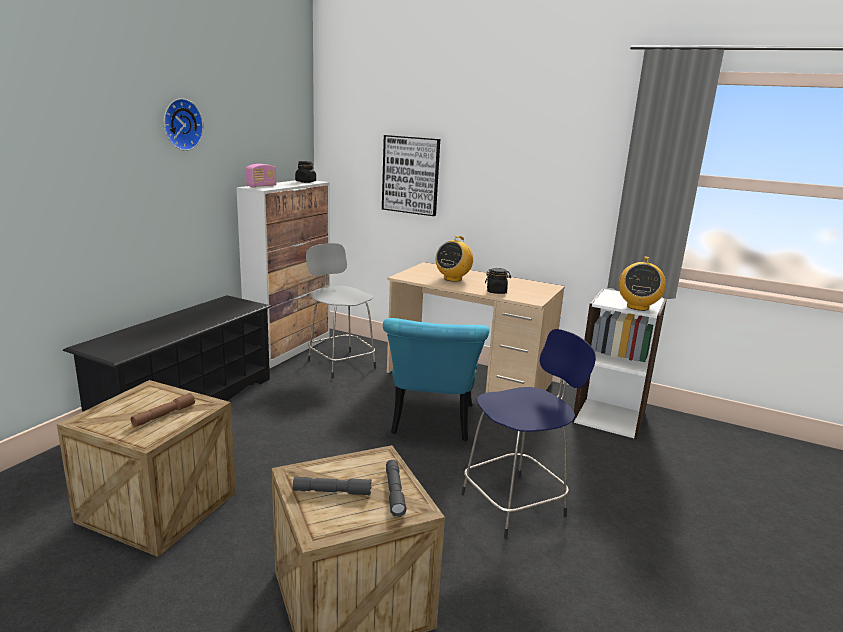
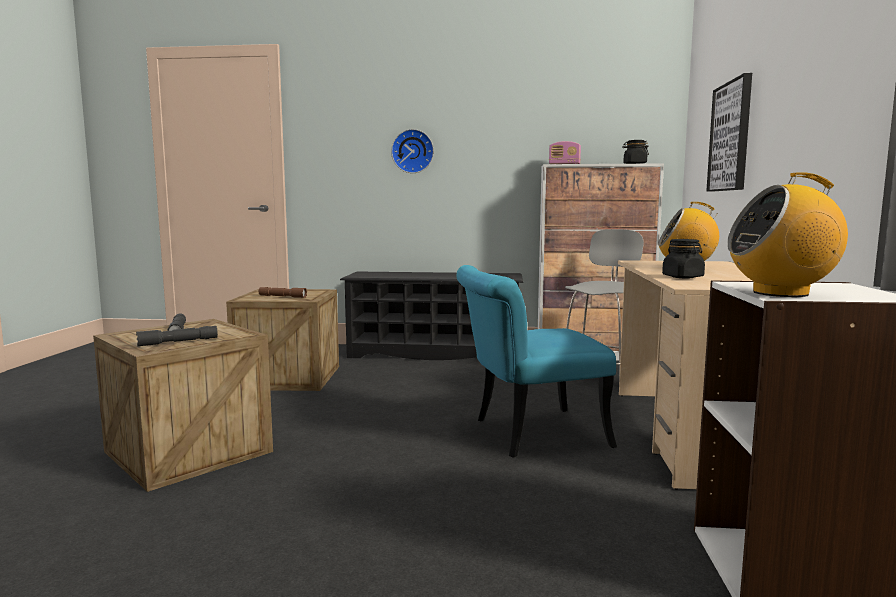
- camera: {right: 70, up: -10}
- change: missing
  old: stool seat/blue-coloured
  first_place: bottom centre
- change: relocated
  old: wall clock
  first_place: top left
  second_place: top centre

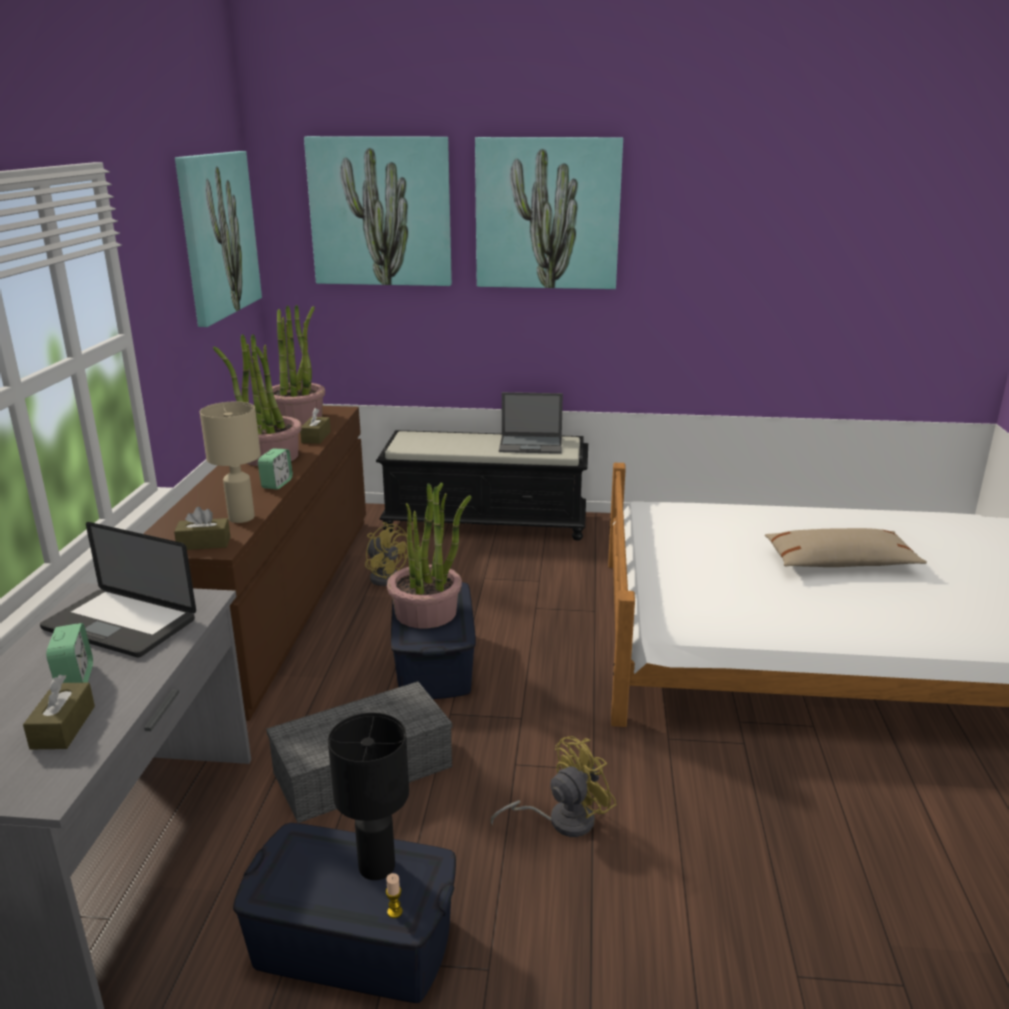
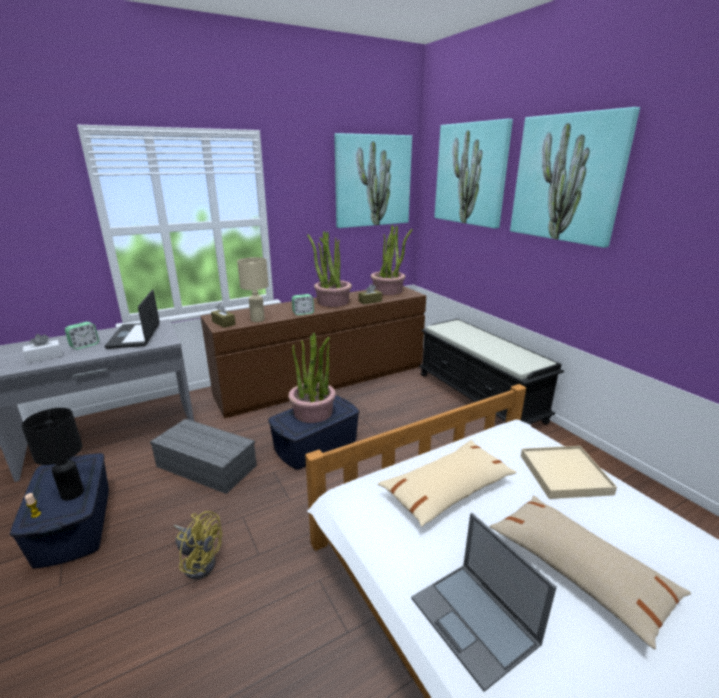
- camera: {right: 55, up: 0}
- change: missing
  old: cooling fan/yellow (no. 1 from left)
  first_place: centre
- change: appeared
  new: pillow/beige-coloured (no. 1 from left)
  second_place: bottom centre
- change: appeared
  new: carrying tray/beige-coloured
  second_place: bottom right
- change: relocated
  old: notebook computer (no. 2 from left)
  first_place: centre
  second_place: bottom right
- change: colour
  old: tissue holder/brownish (no. 1 from left)
  new: tissue holder/whitish
  first_place: bottom left
  second_place: middle left

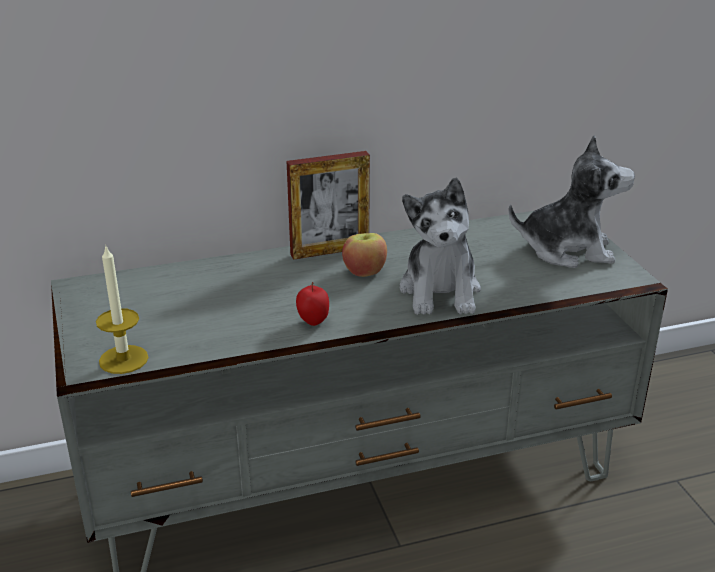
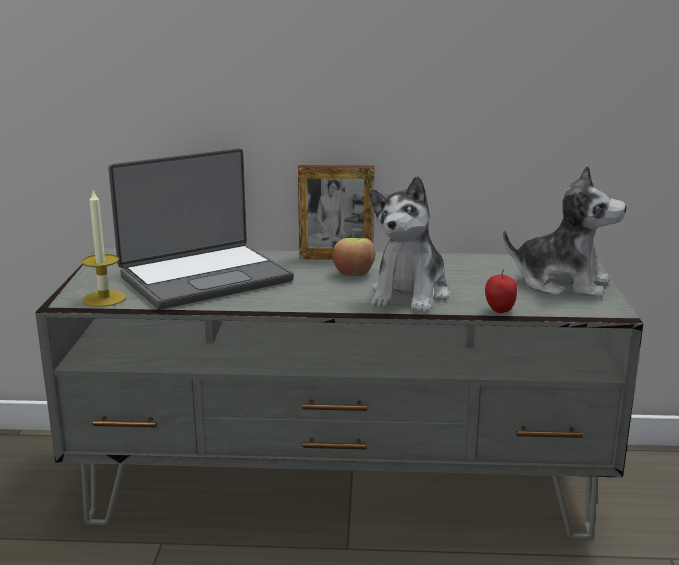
- camera: {right: 20, up: -10}
- change: appeared
  new: notebook computer
  second_place: middle left
- change: relocated
  old: apple (no. 1 from left in the first image)
  new: apple (no. 2 from left)
  first_place: centre
  second_place: middle right

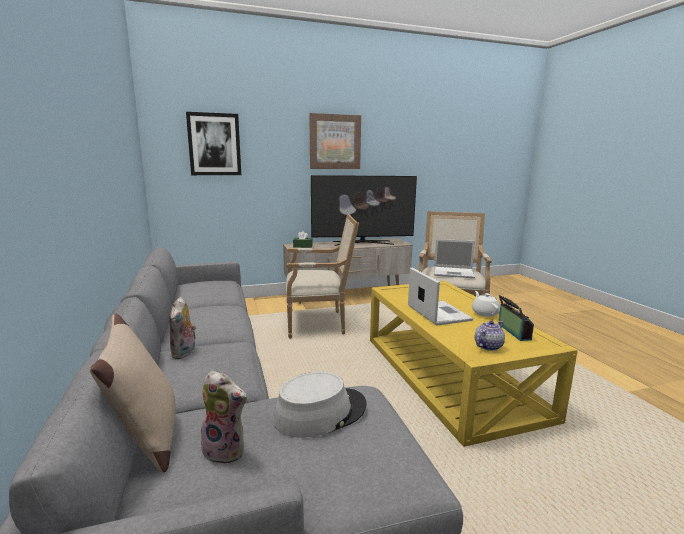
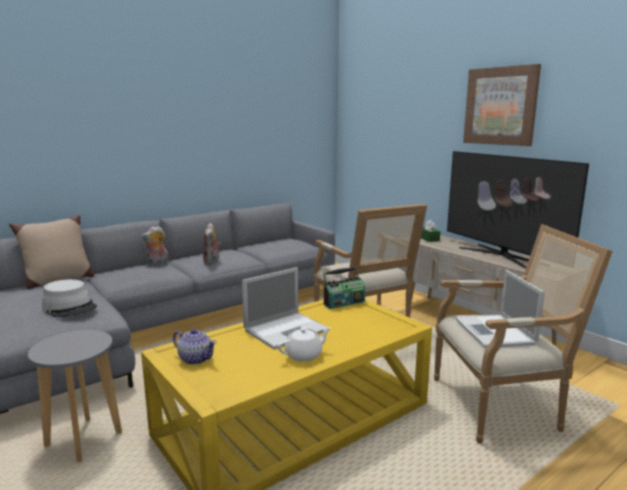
- camera: {right: 70, up: 0}
- change: missing
  old: wall picture (no. 1 from left)
  first_place: top left
- change: appeared
  new: stool seat/gray
  second_place: bottom left
- change: relocated
  old: cuddly toy (no. 2 from left)
  first_place: bottom left
  second_place: centre
- change: relocated
  old: radio set
  first_place: middle right
  second_place: centre

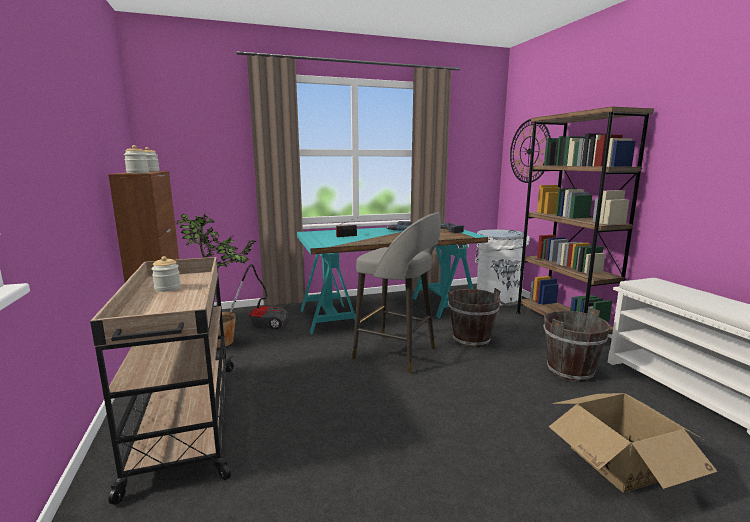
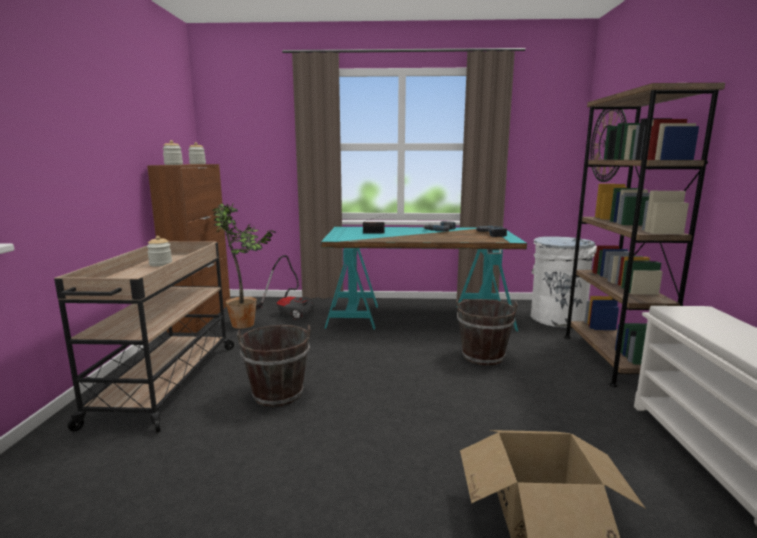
- camera: {right: 20, up: 0}
- change: missing
  old: stool seat/gray
  first_place: centre
- change: relocated
  old: pail/brownish (no. 2 from left in the first image)
  new: pail/brownish (no. 1 from left)
  first_place: middle right
  second_place: bottom centre

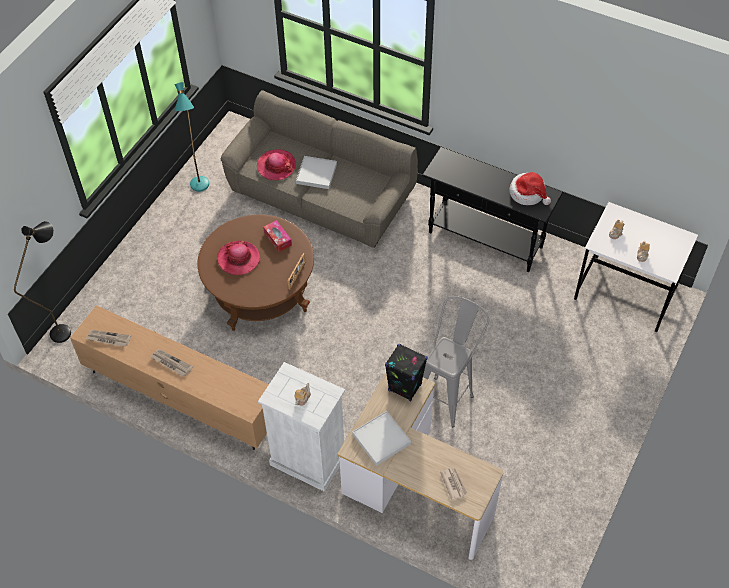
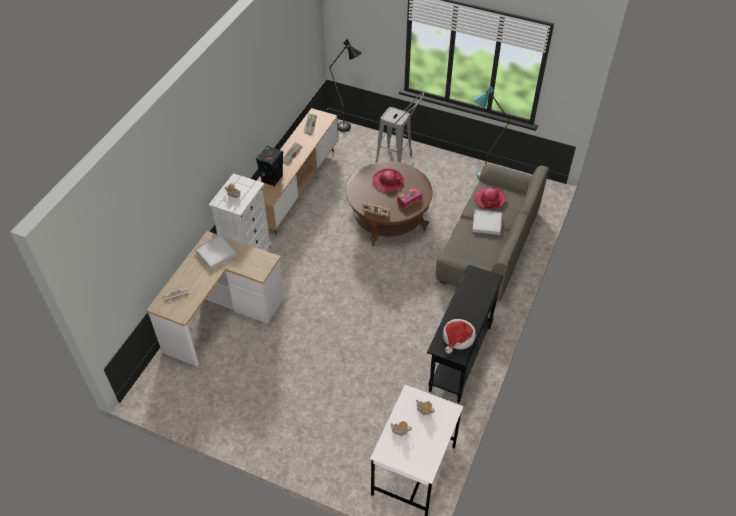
- camera: {right: 85, up: -5}
- change: relocated
  old: loudspeaker/black-coloured
  first_place: centre
  second_place: top centre
- change: relocated
  old: stool seat/gray
  first_place: centre
  second_place: top centre

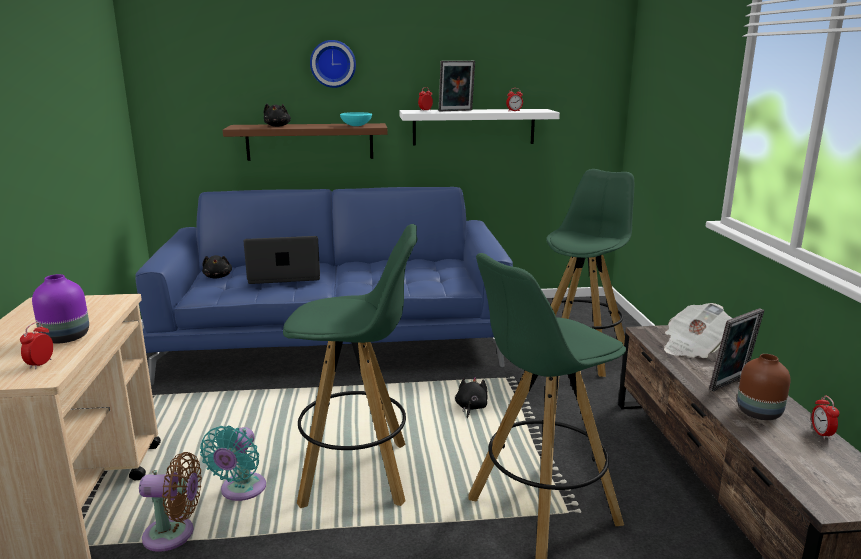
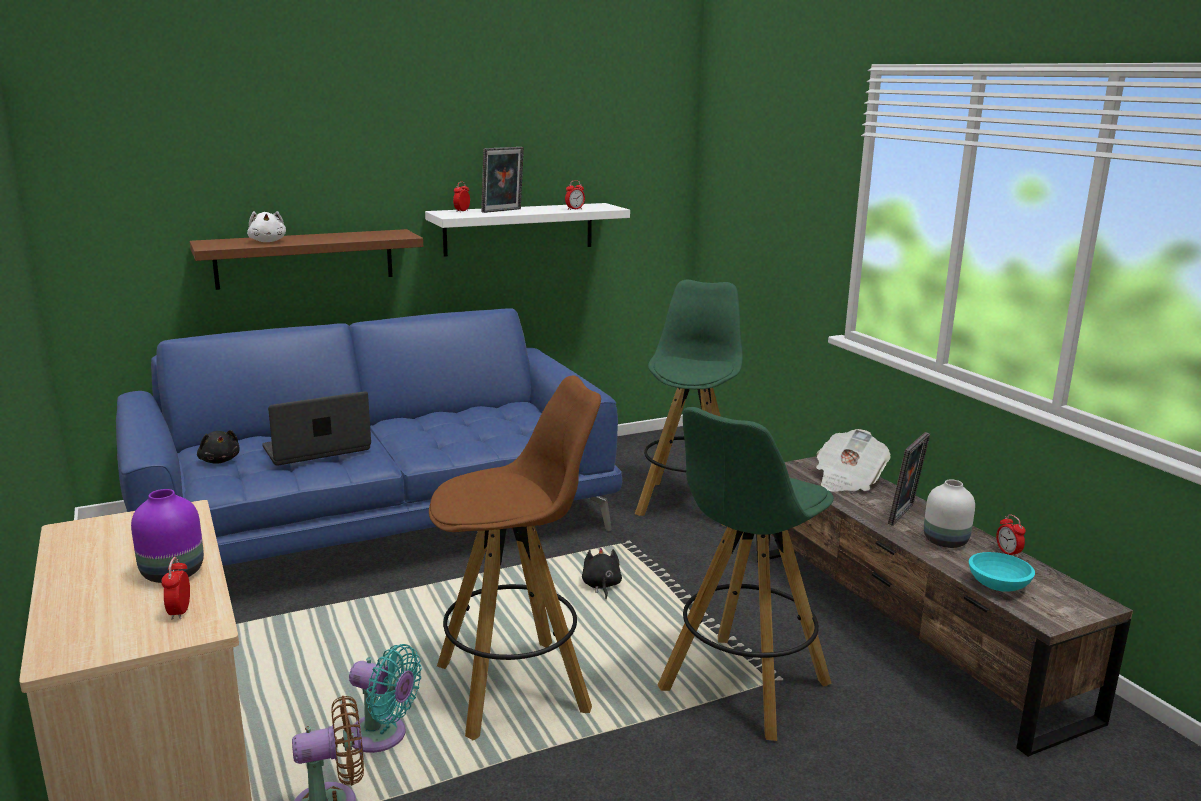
- camera: {right: -20, up: 0}
- change: missing
  old: wall clock
  first_place: top centre
- change: relocated
  old: serving bowl/turquoise
  first_place: top centre
  second_place: bottom right
- change: colour
  old: cuddly toy/black-coloured (no. 2 from left)
  new: cuddly toy/whitish
  first_place: top left
  second_place: top left
- change: colour
  old: stool seat/green-coloured (no. 1 from left)
  new: stool seat/brownish
  first_place: centre
  second_place: bottom centre
- change: colour
  old: decorative vase/brownish
  new: decorative vase/whitish
  first_place: bottom right
  second_place: middle right
- change: spun
  old: cooling fan/turquoise
  first_place: bottom left
  second_place: bottom left
  degrees: -60

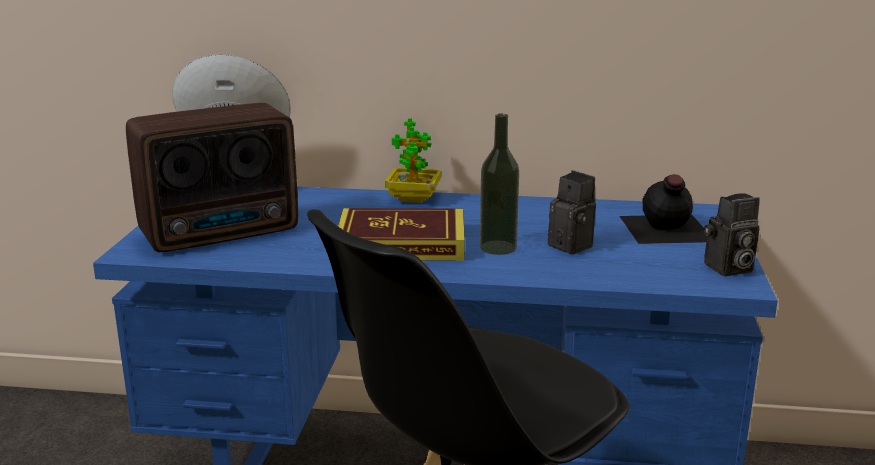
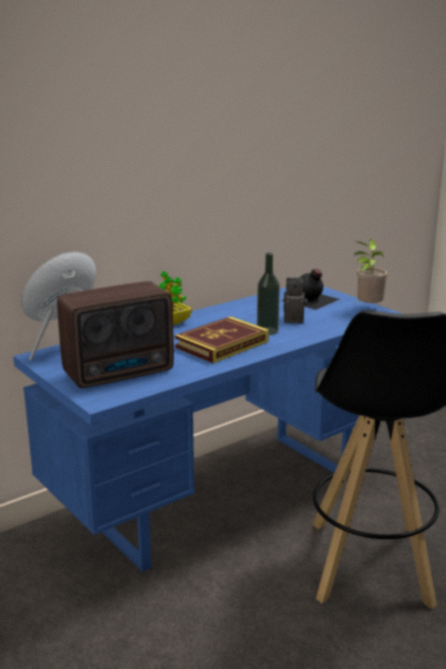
- camera: {right: -45, up: 0}
- change: exchanged
  old: still camera (no. 2 from left)
  new: plant in a pot (no. 2 from left)
  first_place: middle right
  second_place: middle right
- change: spun
  old: radio set
  first_place: middle left
  second_place: middle left
  degrees: 45

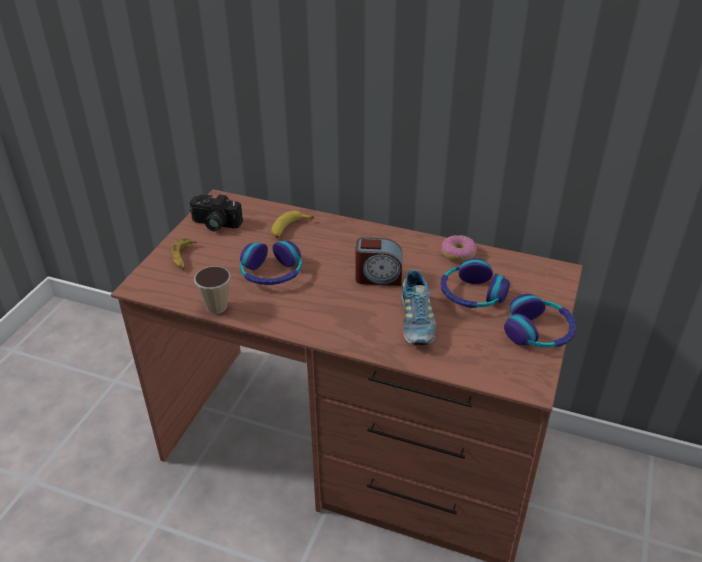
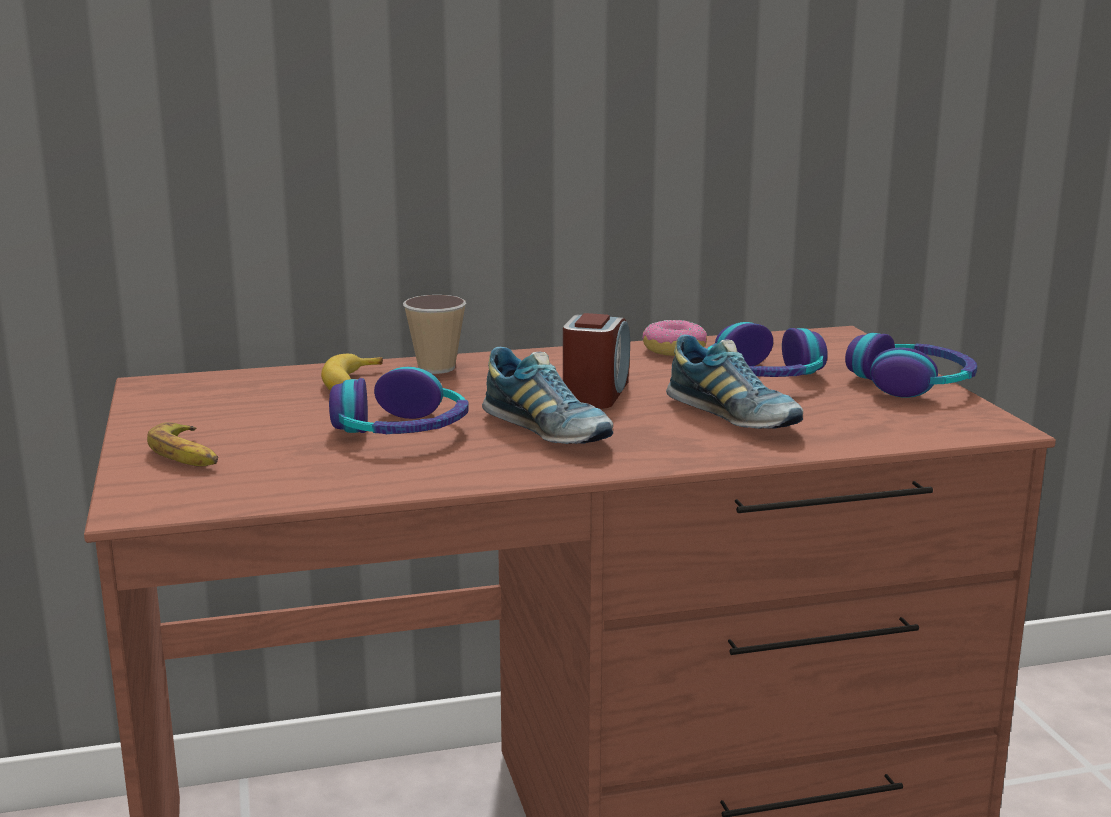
- camera: {right: -35, up: -20}
- change: missing
  old: still camera
  first_place: middle left
- change: appeared
  new: shoe (no. 1 from left)
  second_place: centre
- change: relocated
  old: small cup
  first_place: middle left
  second_place: centre
- change: spun
  old: table clock
  first_place: centre
  second_place: centre
  degrees: -45

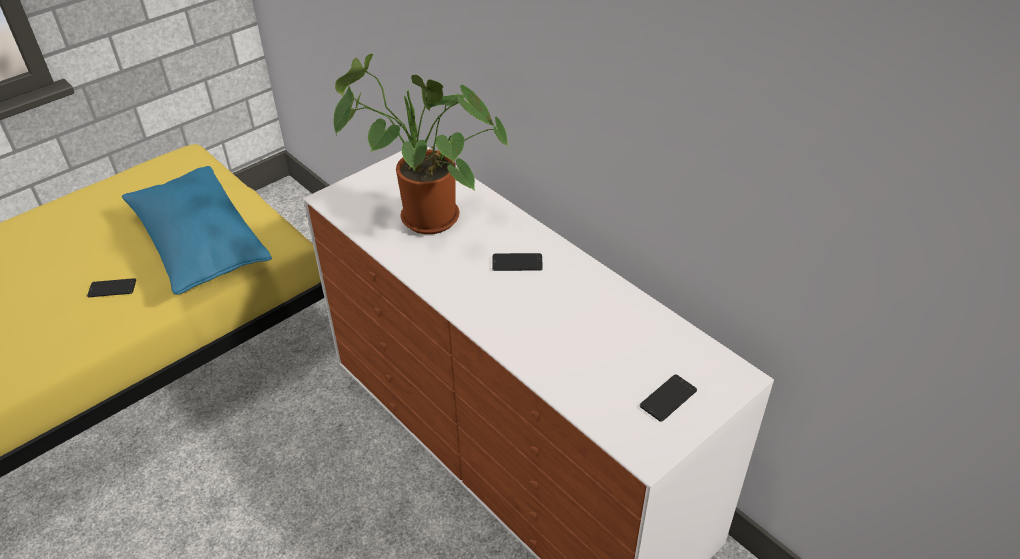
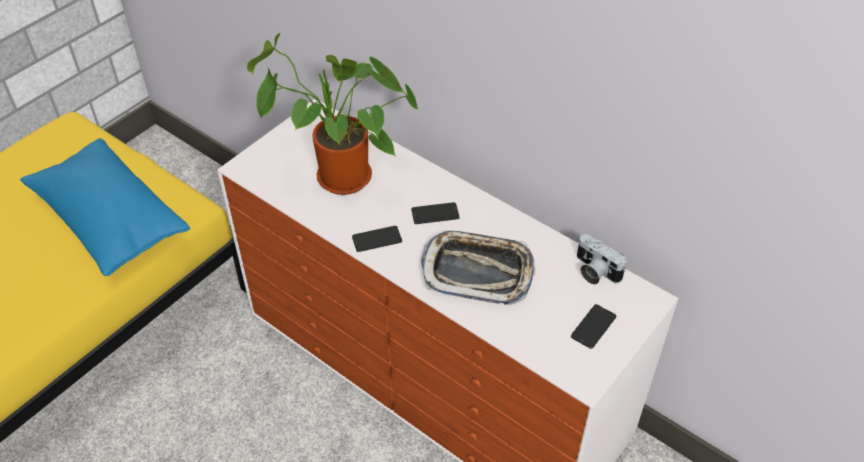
- camera: {right: -10, up: 5}
- change: appeared
  new: carrying tray
  second_place: centre
- change: appeared
  new: still camera
  second_place: middle right
- change: relocated
  old: phone (no. 1 from left)
  first_place: middle left
  second_place: centre

